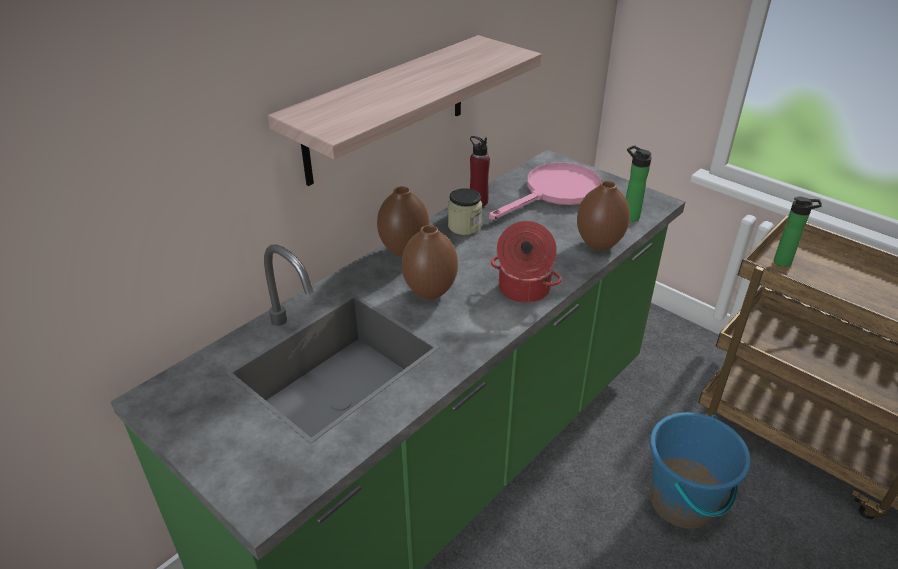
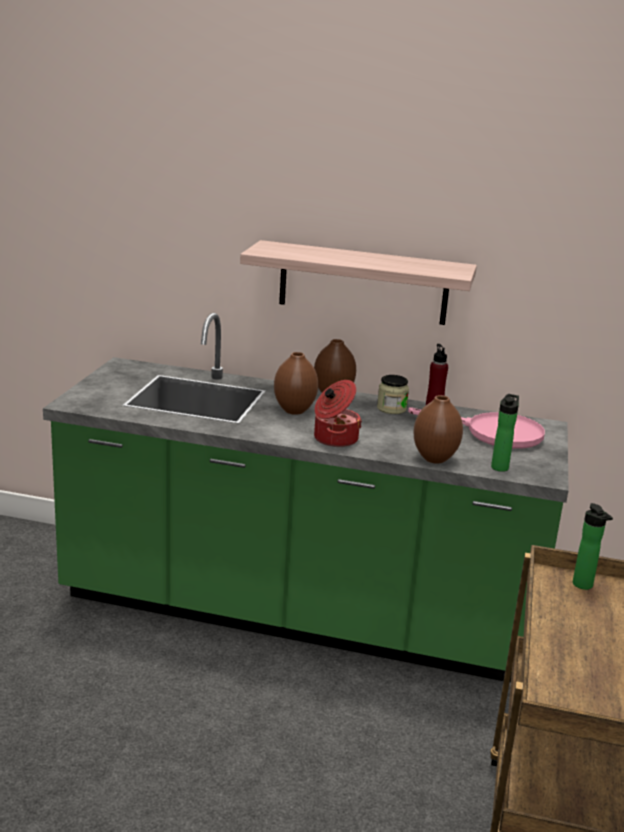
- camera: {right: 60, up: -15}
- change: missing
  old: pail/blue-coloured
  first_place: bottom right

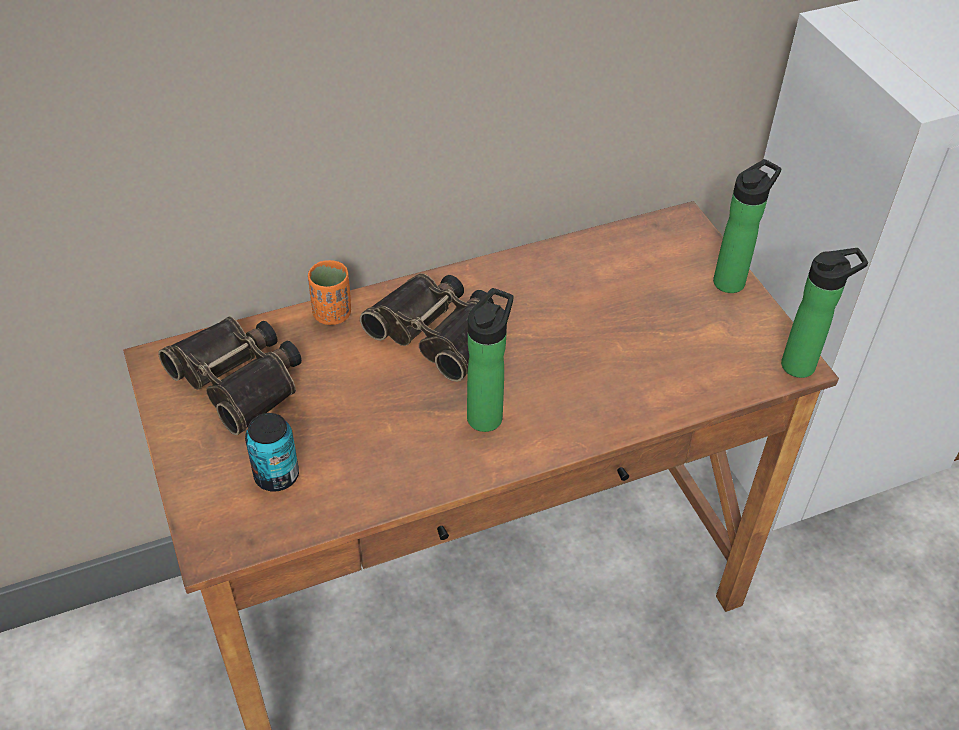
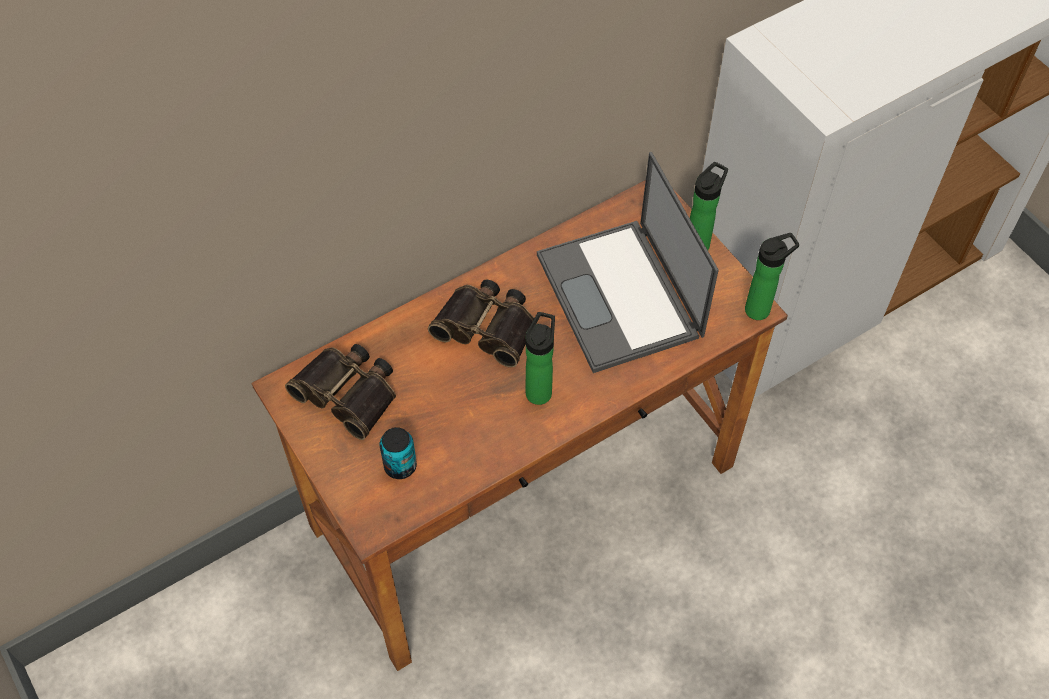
- camera: {right: -10, up: 10}
- change: missing
  old: small cup/orange-coloured
  first_place: centre
- change: appeared
  new: notebook computer
  second_place: centre

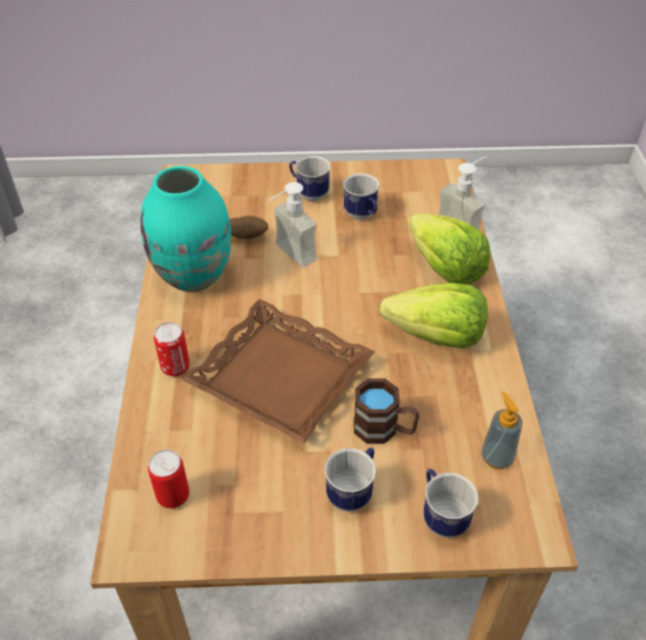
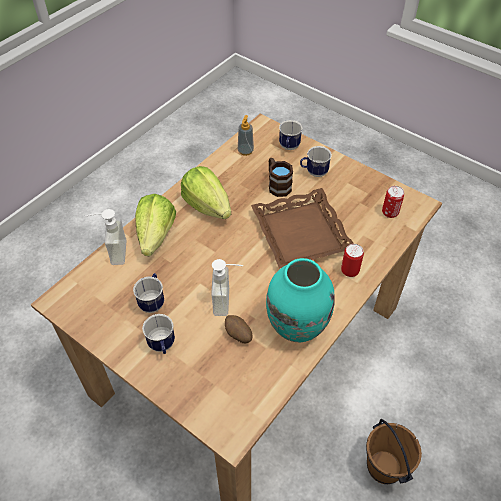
- camera: {right: -140, up: 5}
- change: appeared
  new: pail/brownish
  second_place: bottom right

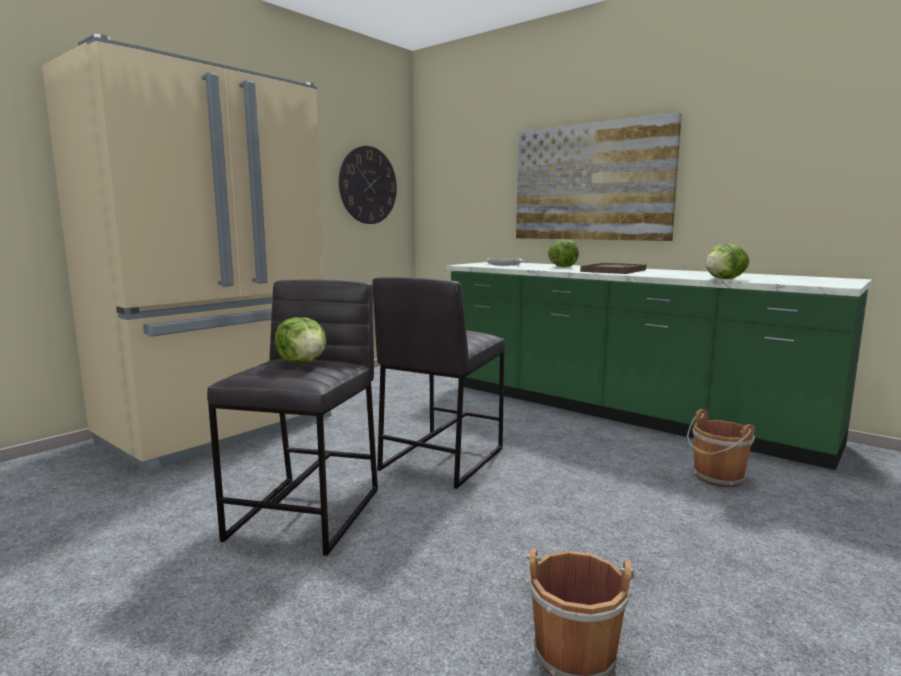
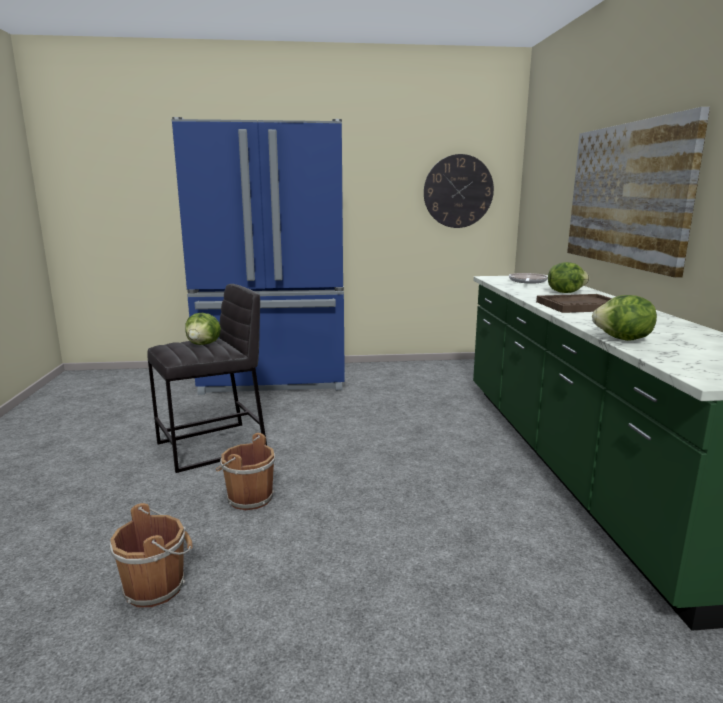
- camera: {right: 45, up: 5}
- change: missing
  old: stool seat/gray (no. 2 from left)
  first_place: centre
- change: relocated
  old: pail/brownish (no. 2 from left)
  first_place: middle right
  second_place: bottom centre
- change: colour
  old: fridge/beige-coloured
  new: fridge/blue-coloured
  first_place: middle left
  second_place: centre

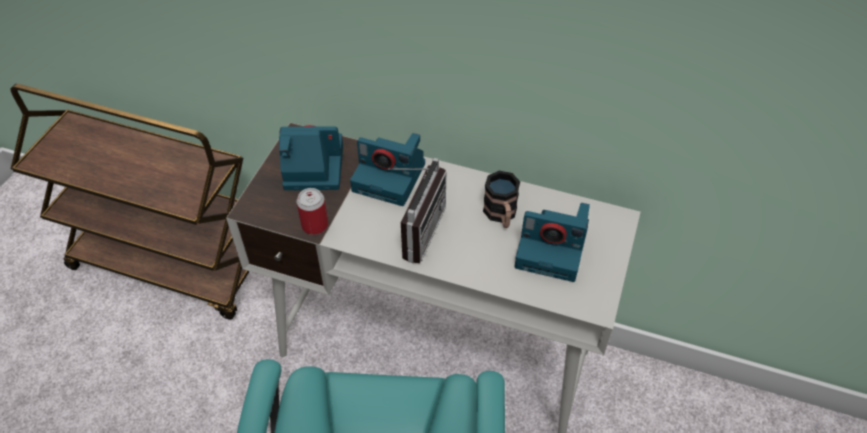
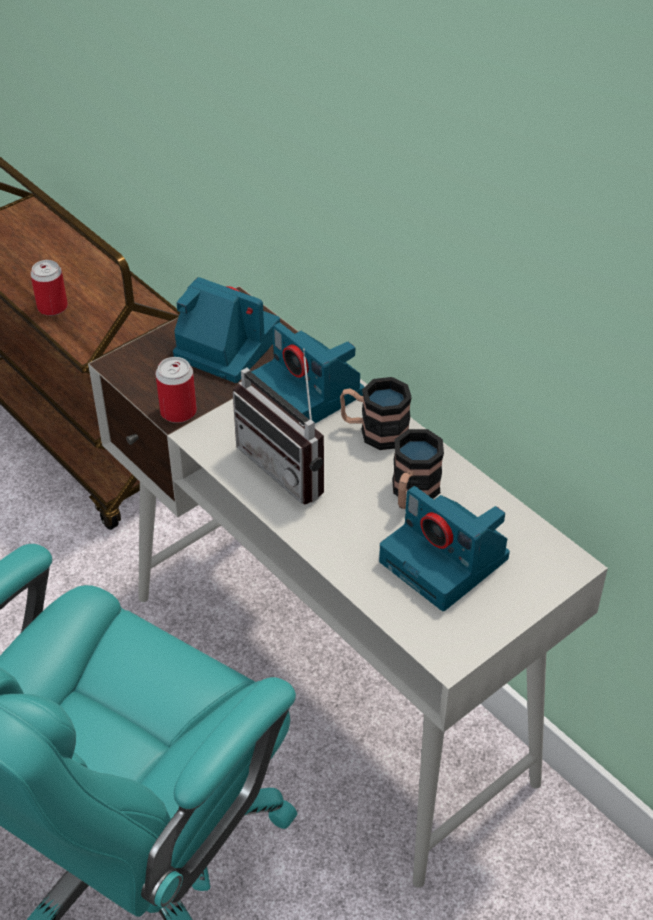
- camera: {right: 30, up: -5}
- change: appeared
  new: sealed can (no. 1 from left)
  second_place: top left
- change: appeared
  new: tea mug (no. 1 from left)
  second_place: centre
- change: spun
  old: radio set
  first_place: centre
  second_place: centre
  degrees: 90

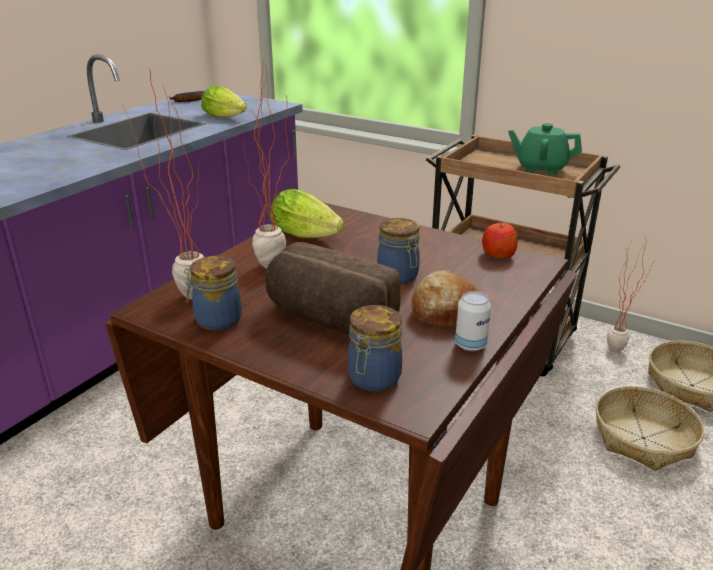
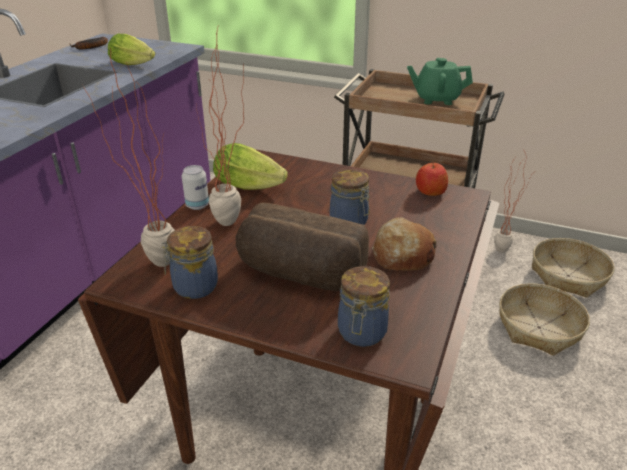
- camera: {right: -10, up: 5}
- change: relocated
  old: sealed can
  first_place: centre
  second_place: middle left

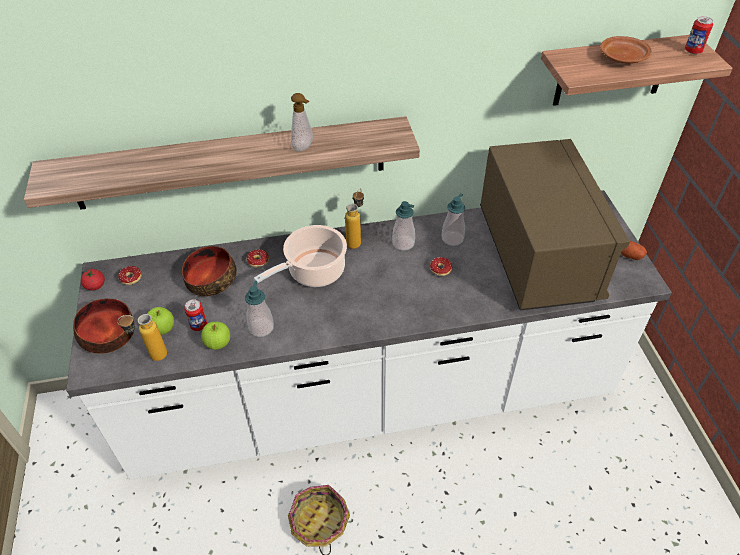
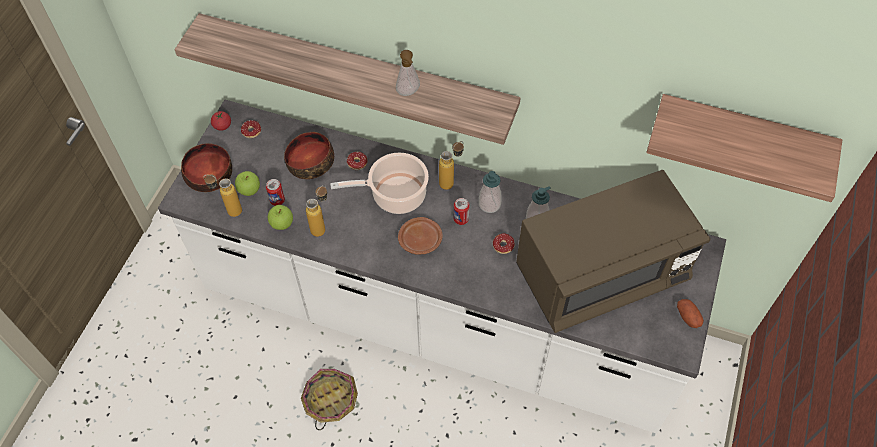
- camera: {right: 30, up: 10}
- change: relocated
  old: dinner plate/brownish
  first_place: top right
  second_place: centre
- change: relocated
  old: sealed can (no. 2 from left)
  first_place: top right
  second_place: centre
- change: exchanged
  old: soap bottle (no. 1 from left)
  new: drink bottle (no. 2 from left)
  first_place: centre
  second_place: centre
- change: spun
  old: kitchen microwave/brownish
  first_place: middle right
  second_place: middle right
  degrees: 45

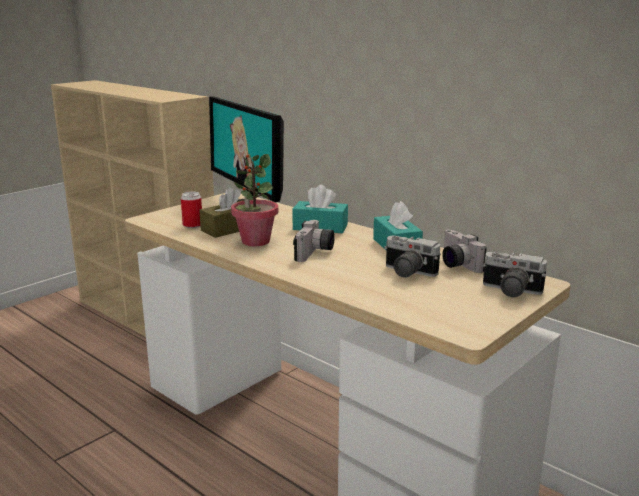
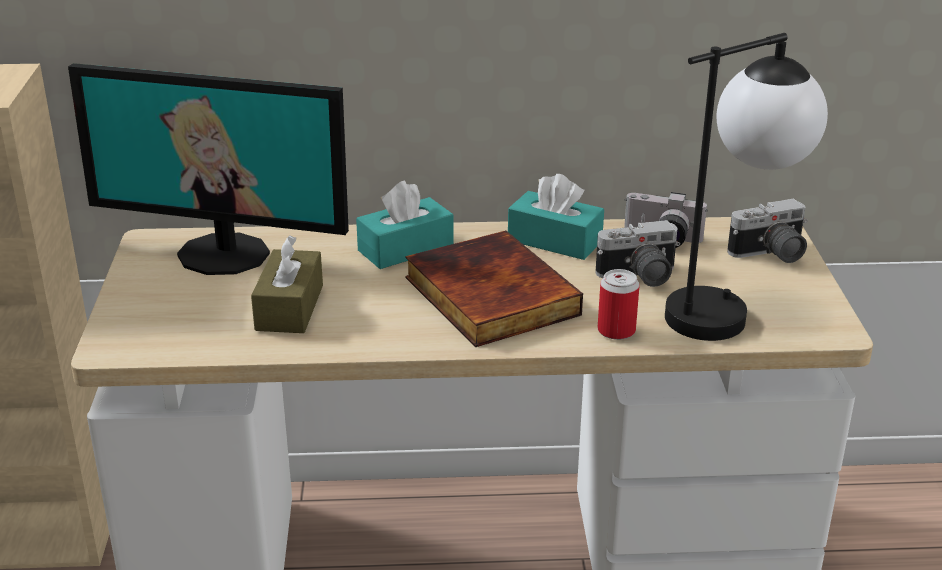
- camera: {right: -45, up: 10}
- change: missing
  old: plant in a pot
  first_place: centre
- change: appeared
  new: lamp for a table
  second_place: top right
- change: relocated
  old: sealed can
  first_place: middle left
  second_place: centre
- change: exchanged
  old: still camera (no. 1 from left)
  new: bound book
  first_place: centre
  second_place: centre

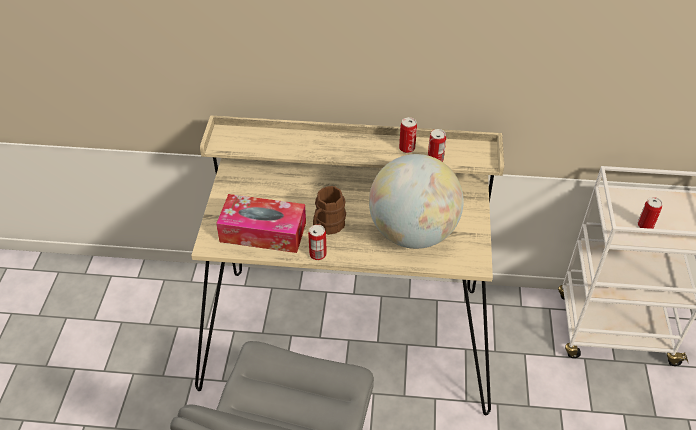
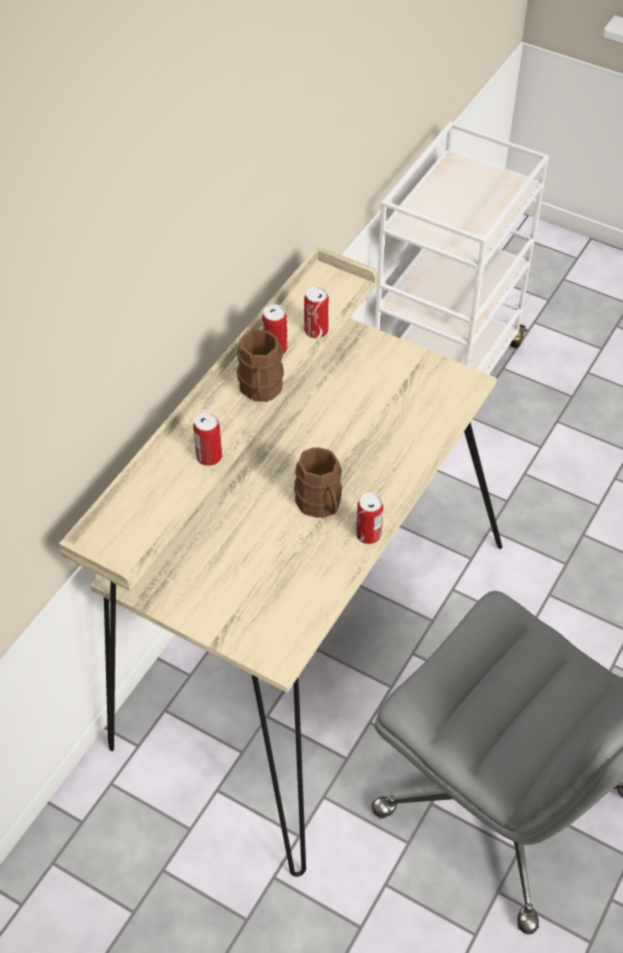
- camera: {right: -65, up: 5}
- change: missing
  old: tissue holder
  first_place: centre
- change: missing
  old: globe
  first_place: centre
- change: appeared
  new: tea mug/brownish (no. 1 from left)
  second_place: centre
- change: relocated
  old: sealed can (no. 4 from left in the first image)
  new: sealed can (no. 1 from left)
  first_place: middle right
  second_place: middle left

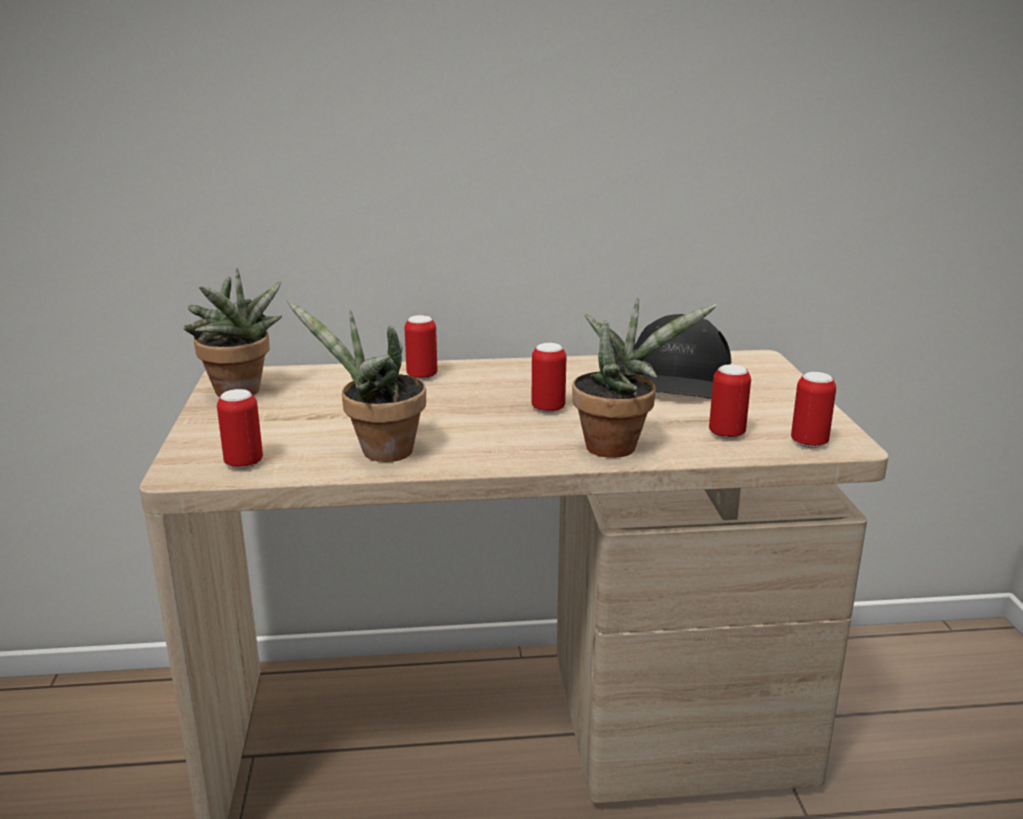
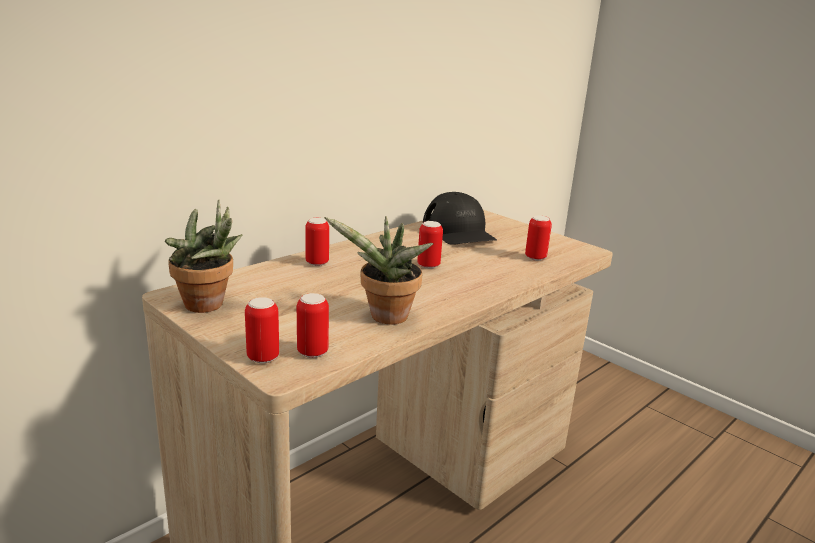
- camera: {right: -40, up: 0}
- change: missing
  old: plant in a pot (no. 3 from left)
  first_place: centre
- change: relocated
  old: sealed can (no. 5 from left in the first image)
  new: sealed can (no. 1 from left)
  first_place: middle right
  second_place: middle left

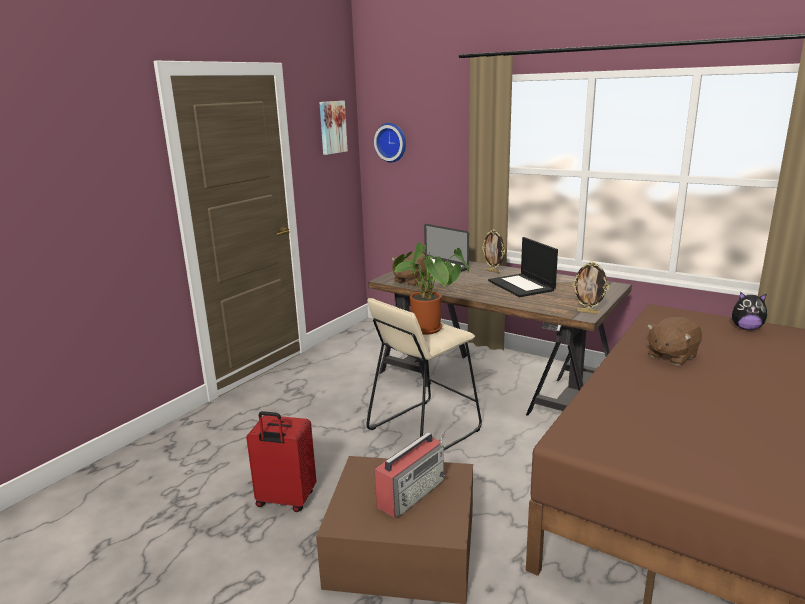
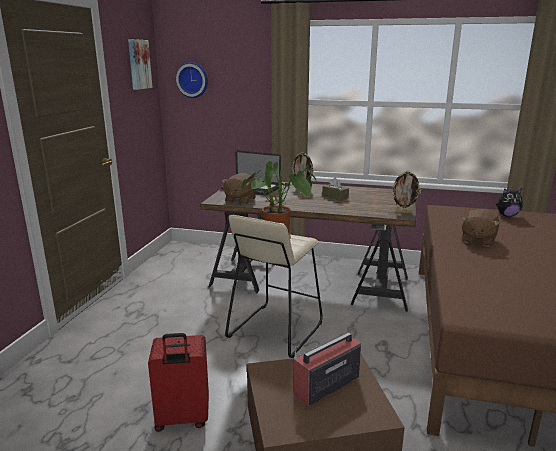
- camera: {right: -20, up: 0}
- change: exchanged
  old: notebook computer (no. 2 from left)
  new: tissue holder/brownish
  first_place: centre
  second_place: centre
- change: spun
  old: radio set
  first_place: bottom centre
  second_place: bottom centre
  degrees: -150

